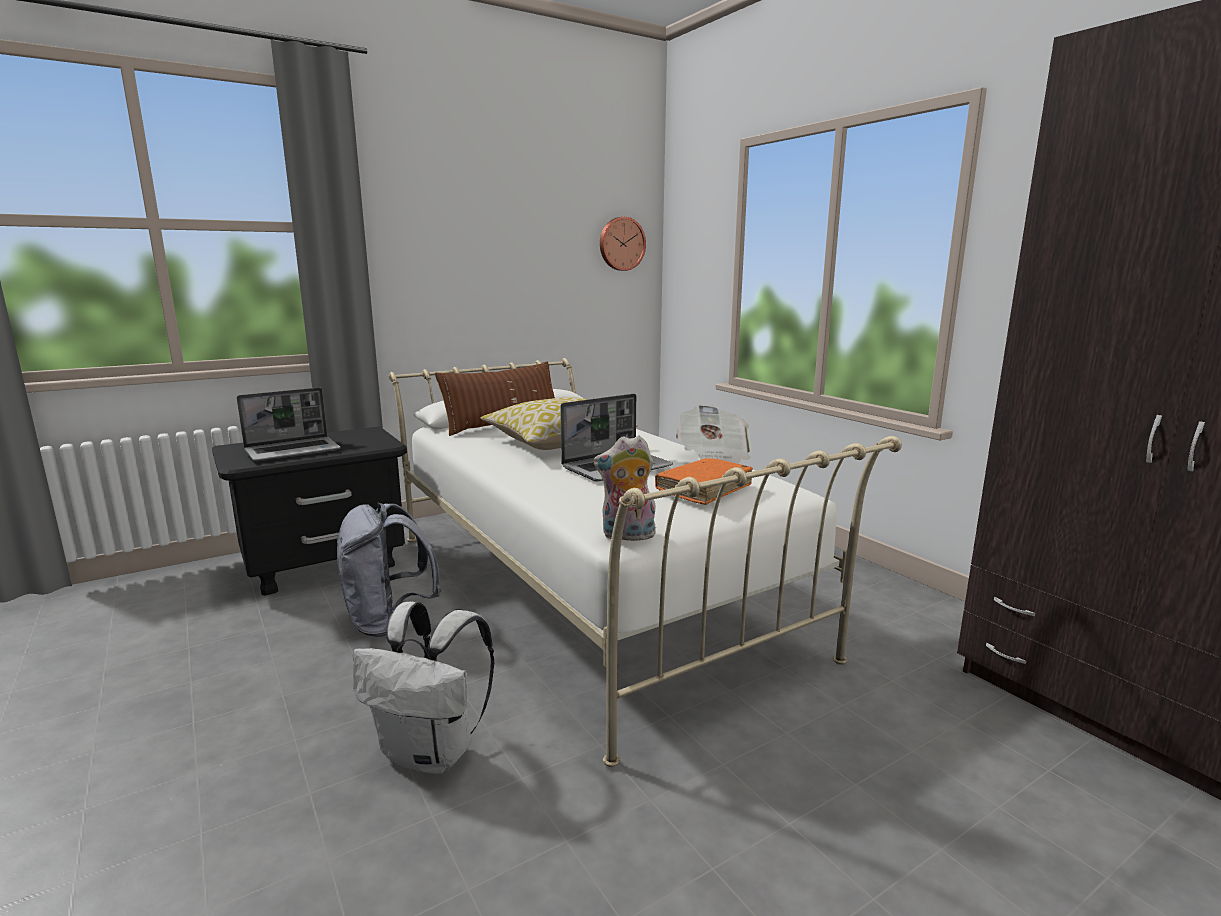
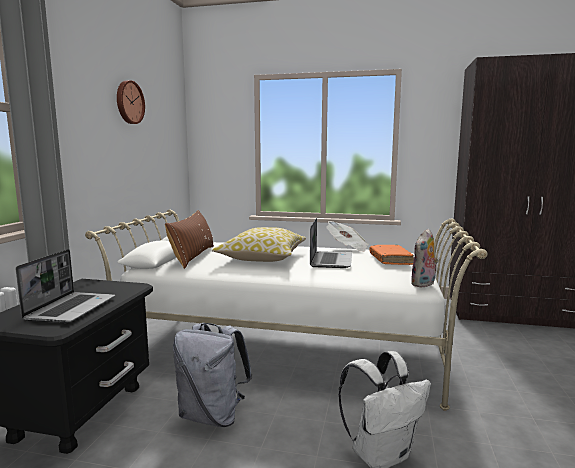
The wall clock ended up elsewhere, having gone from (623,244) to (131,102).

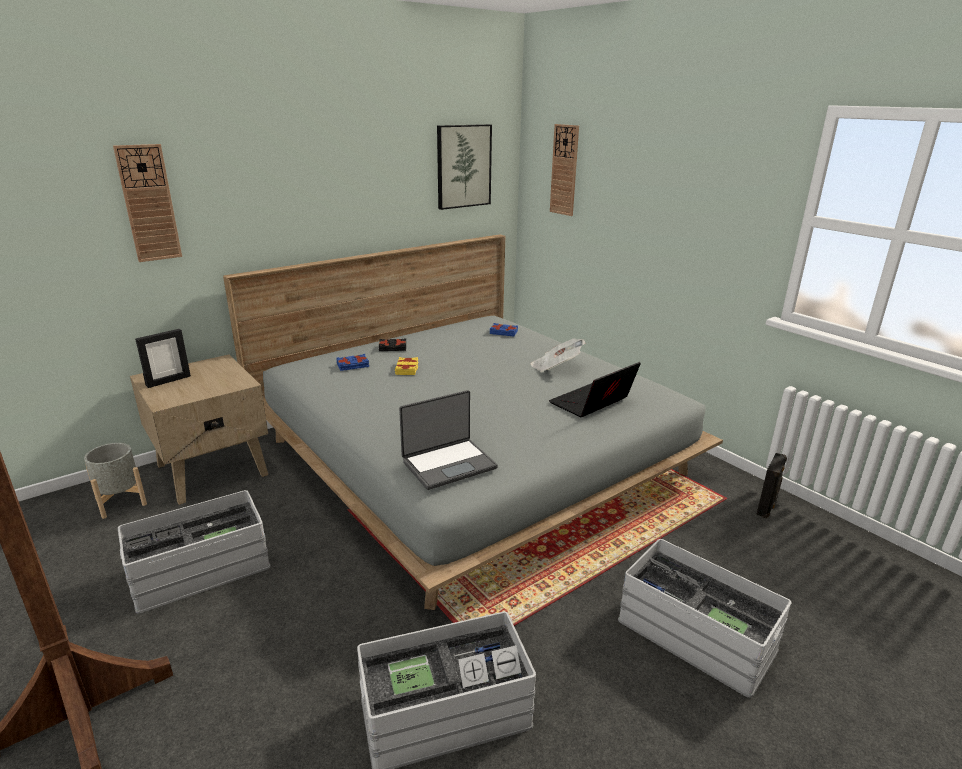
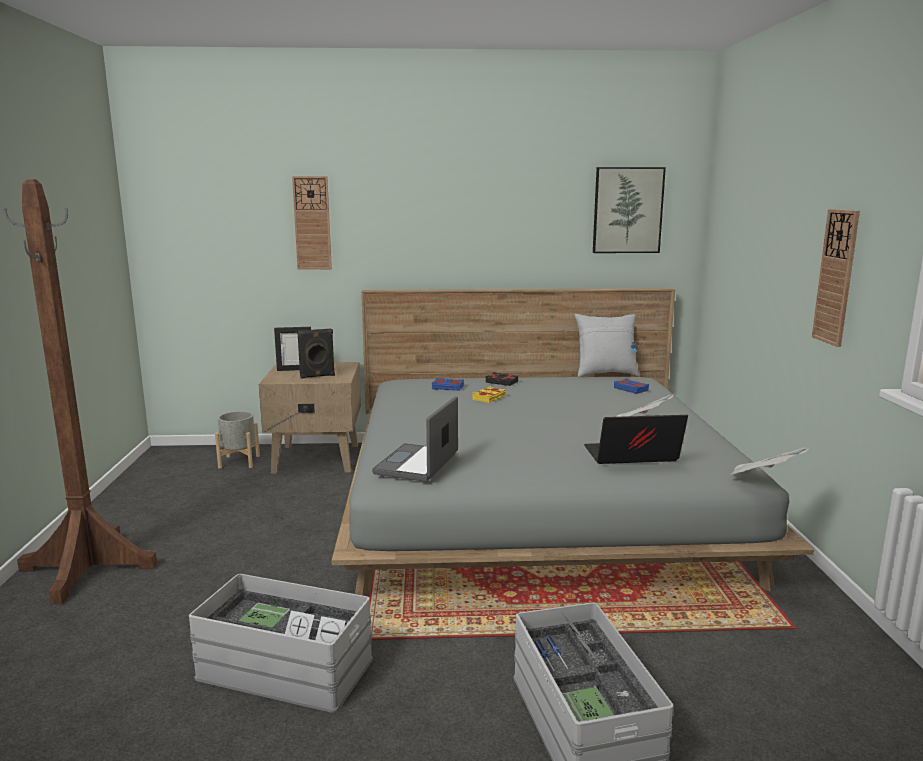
The black speaker ended up elsewhere, having gone from (771,485) to (316,354).
The laptop at (448,440) ended up facing another way, 105 degrees clockwise from before.
The second view gained the grey pillow at (607,345).
The second view gained the newspaper at (769,461).
The wall clock ended up elsewhere, having gone from (564,170) to (836,278).
The second view lost the grey storage box at (194,552).

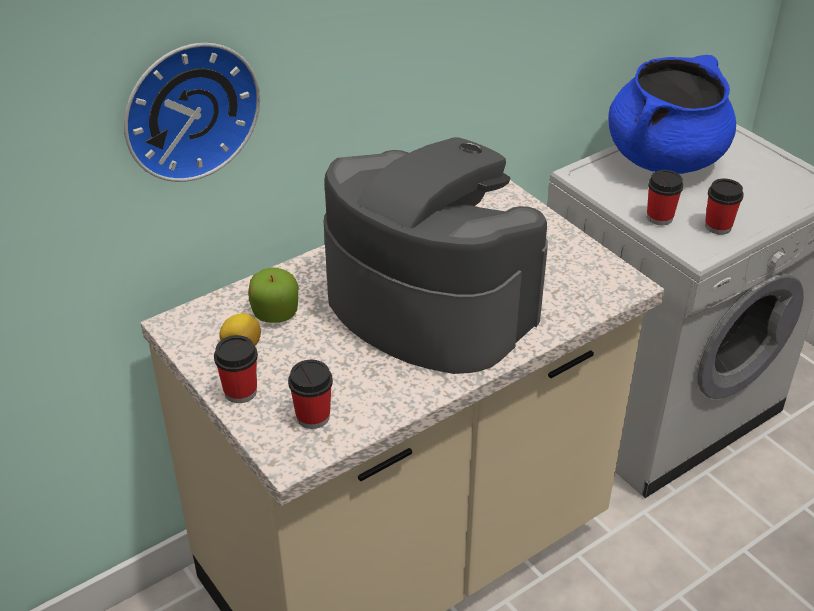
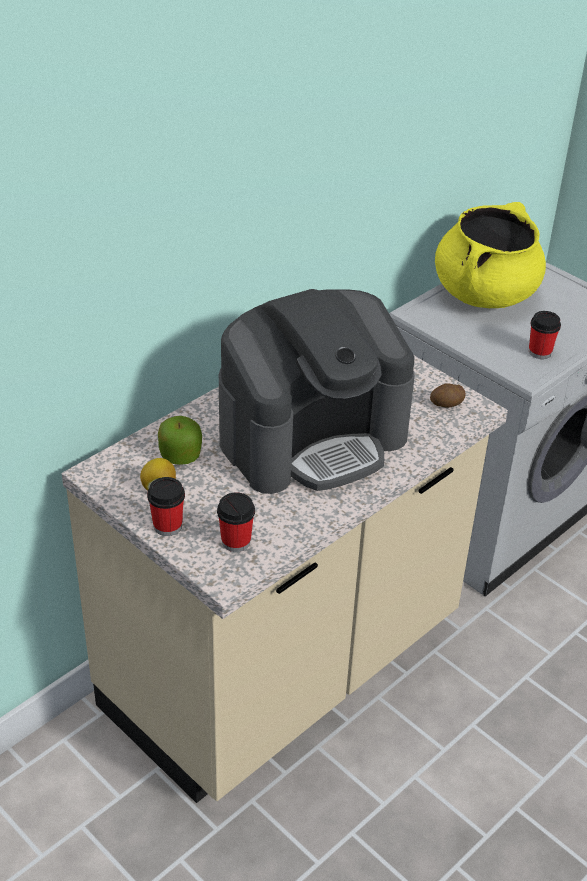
The coffee machine at (436,255) ended up facing another way, 120 degrees clockwise from before.
The second view gained the potato at (448,395).
What was the blue cooking pot at (672,114) turned into the yellow cooking pot at (490,255).
The second view lost the wall clock at (192,112).
The second view lost the cup at (665,197).

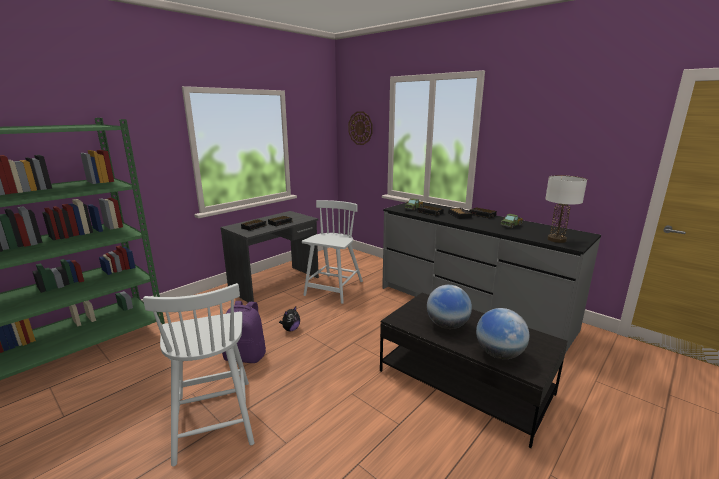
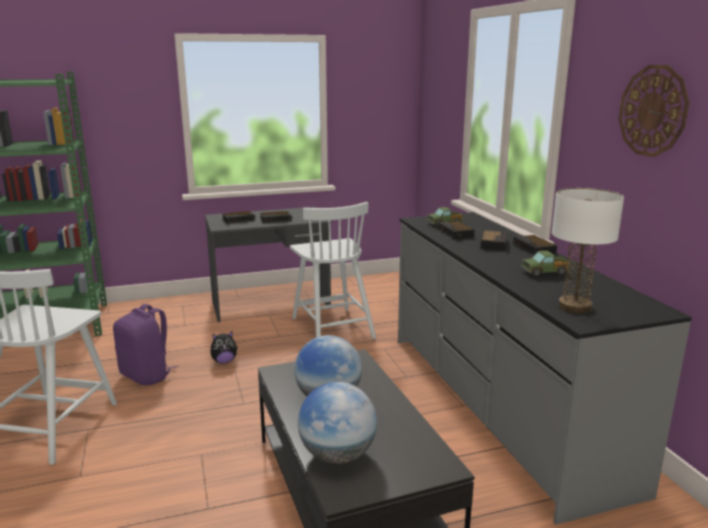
The white chair at (332,252) ended up facing another way, 105 degrees clockwise from before.
The wall clock ended up elsewhere, having gone from (360,128) to (653,111).

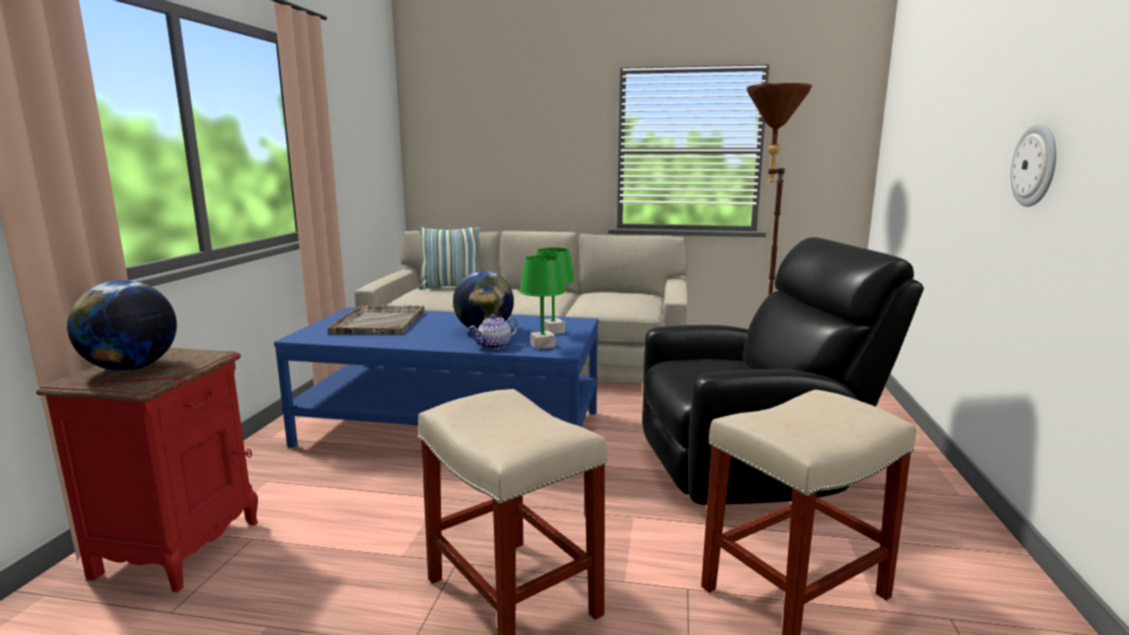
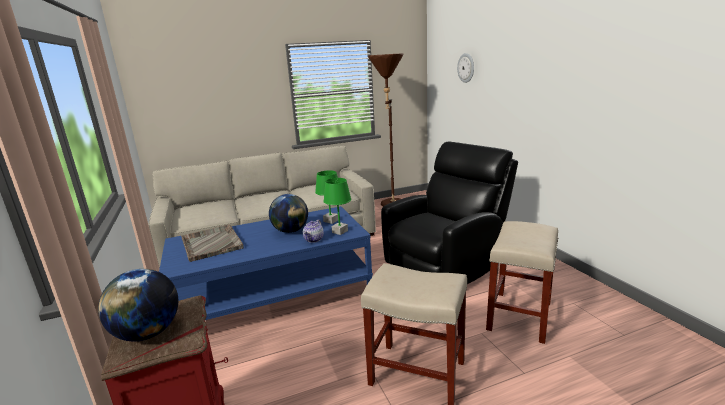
The wall clock ended up elsewhere, having gone from (1033,165) to (465,68).
The second view lost the pillow at (450,258).

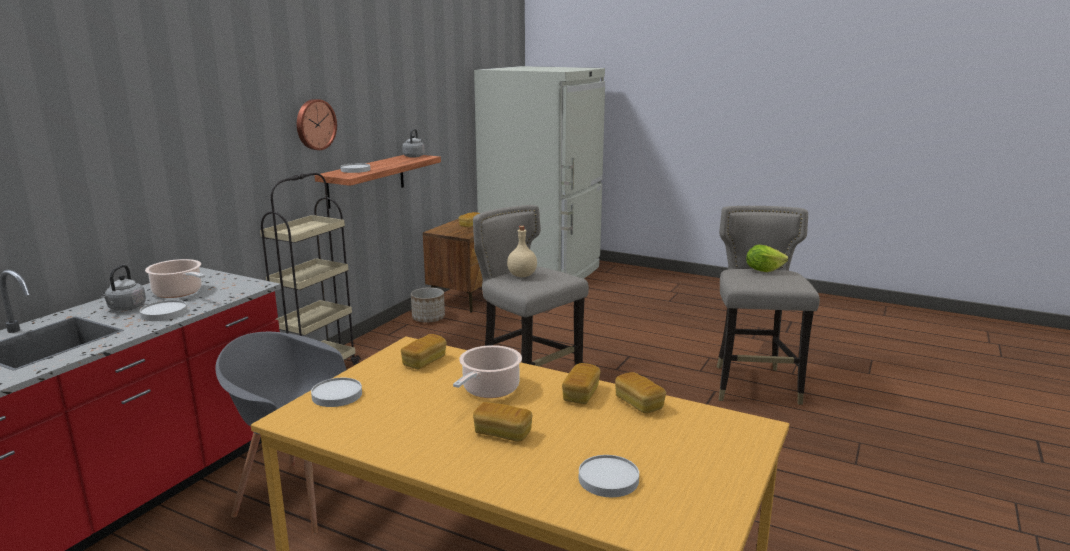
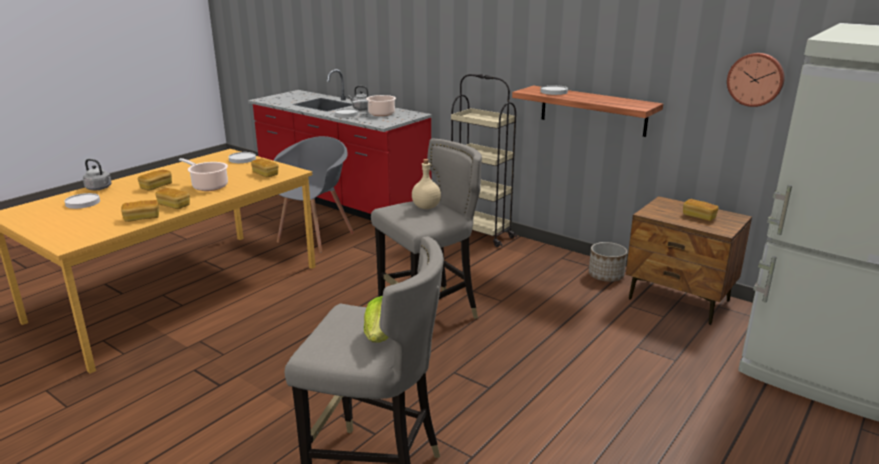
The grey kettle ended up elsewhere, having gone from (413,143) to (97,174).
The wall clock ended up elsewhere, having gone from (317,124) to (756,80).

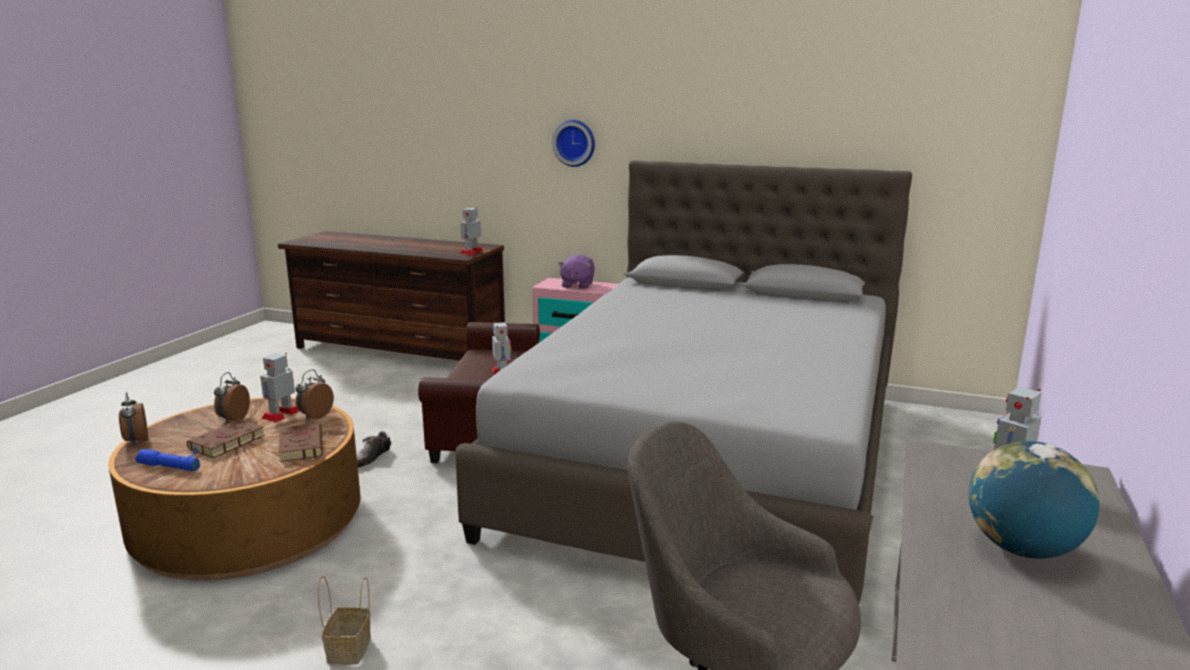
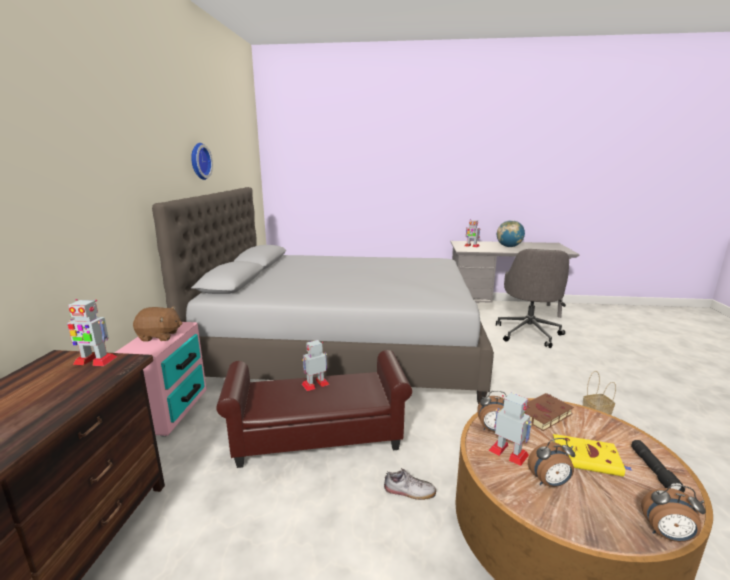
What was the purple plush toy at (576,272) turned into the brown plush toy at (157,324).
The wall clock ended up elsewhere, having gone from (573,143) to (202,161).
The toy robot at (279,387) ended up facing another way, 150 degrees counterclockwise from before.
What was the brown book at (226,438) turned into the yellow book at (592,455).
What was the blue flashlight at (167,460) turned into the black flashlight at (658,466).
The alarm clock at (133,419) ended up facing another way, 60 degrees clockwise from before.

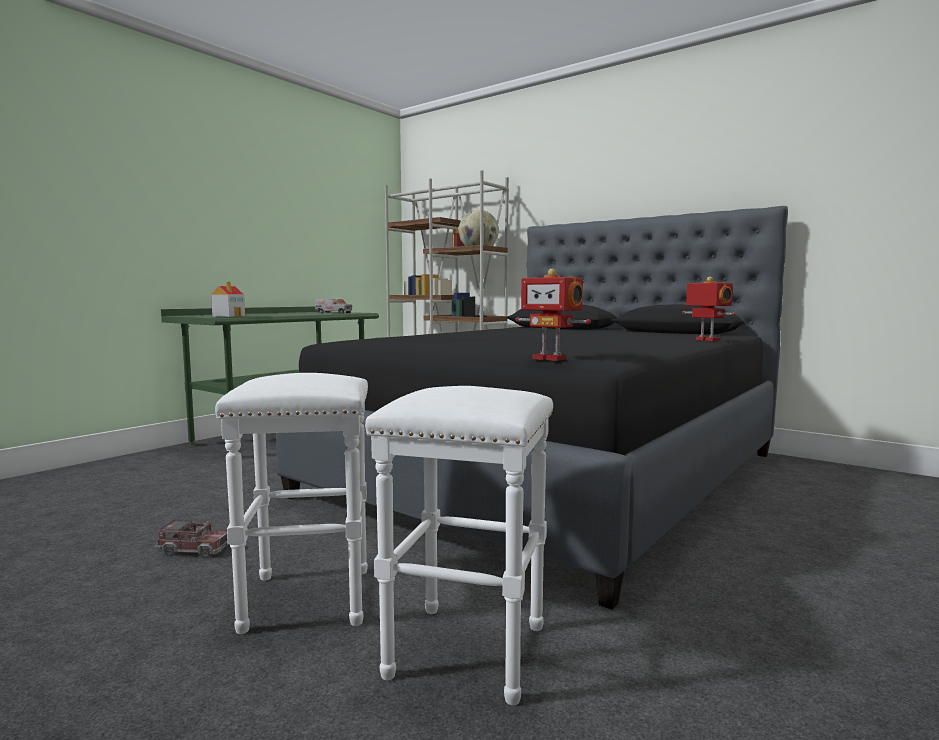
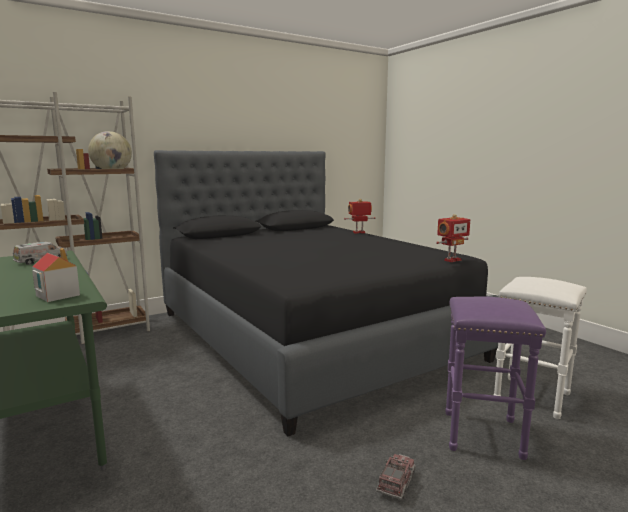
What was the white stool at (291,503) turned into the purple stool at (495,378).

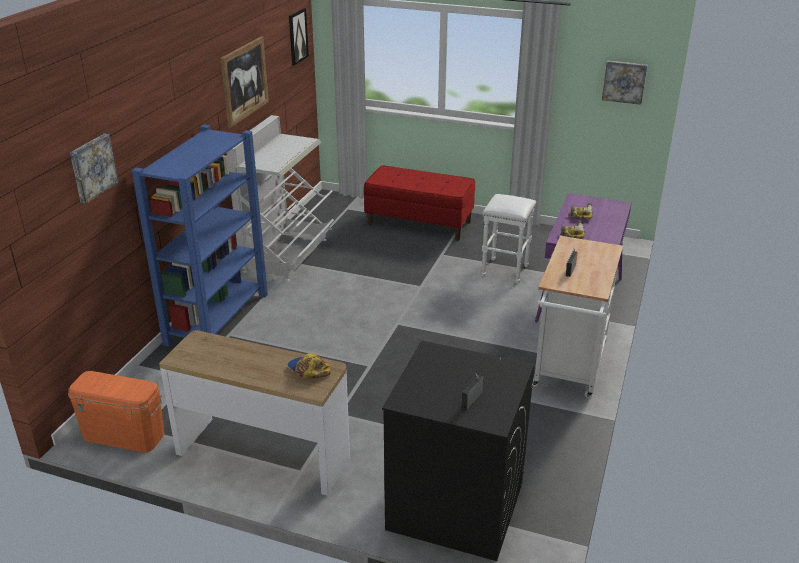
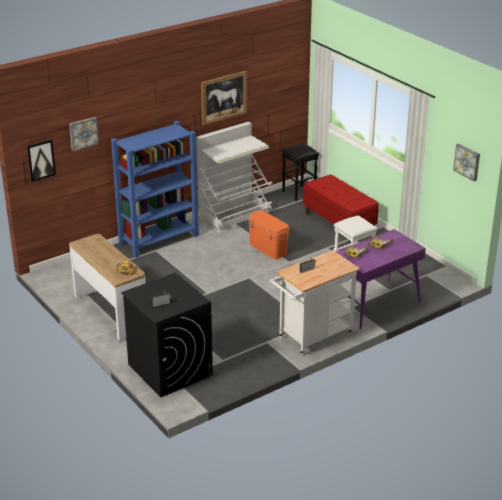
The picture ended up elsewhere, having gone from (299,36) to (41,161).
The orange storage box ended up elsewhere, having gone from (116,411) to (268,234).
The second view gained the black stool at (300,172).

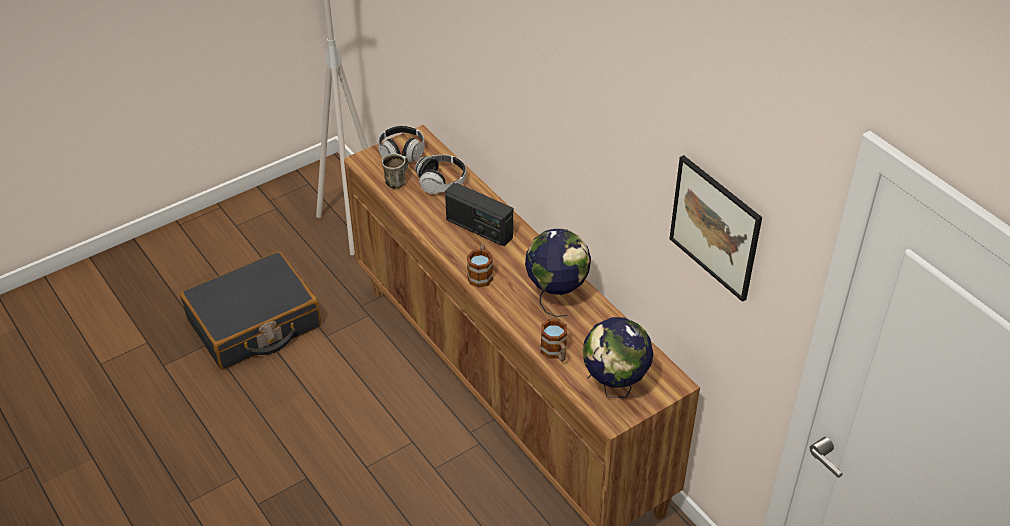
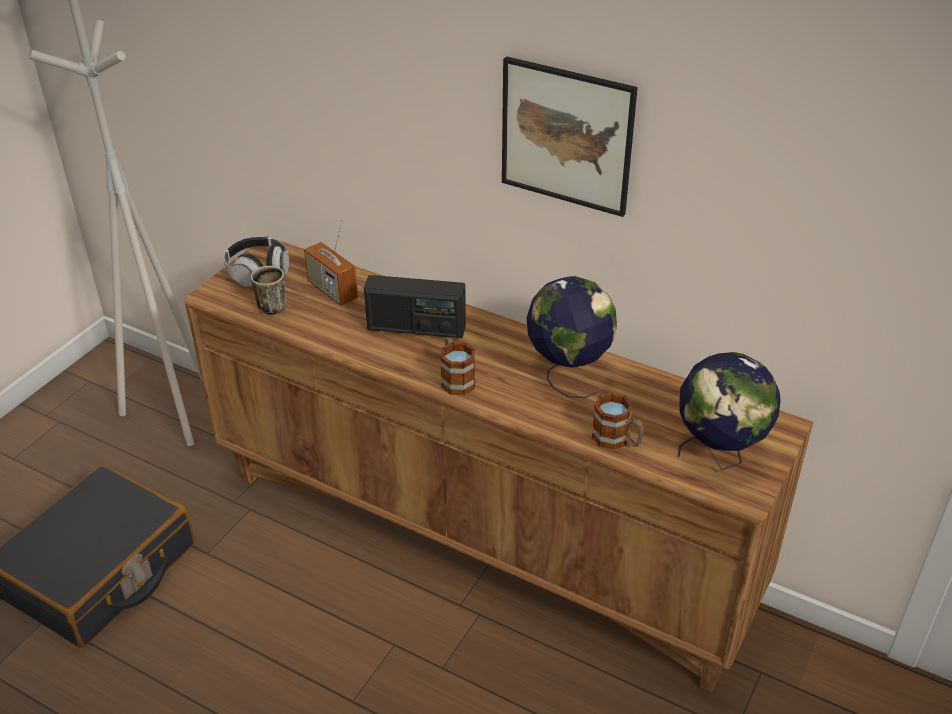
Where the headphones stood at (440,174), the radio came to stand at (331,262).
The picture ended up elsewhere, having gone from (715,228) to (570,136).

